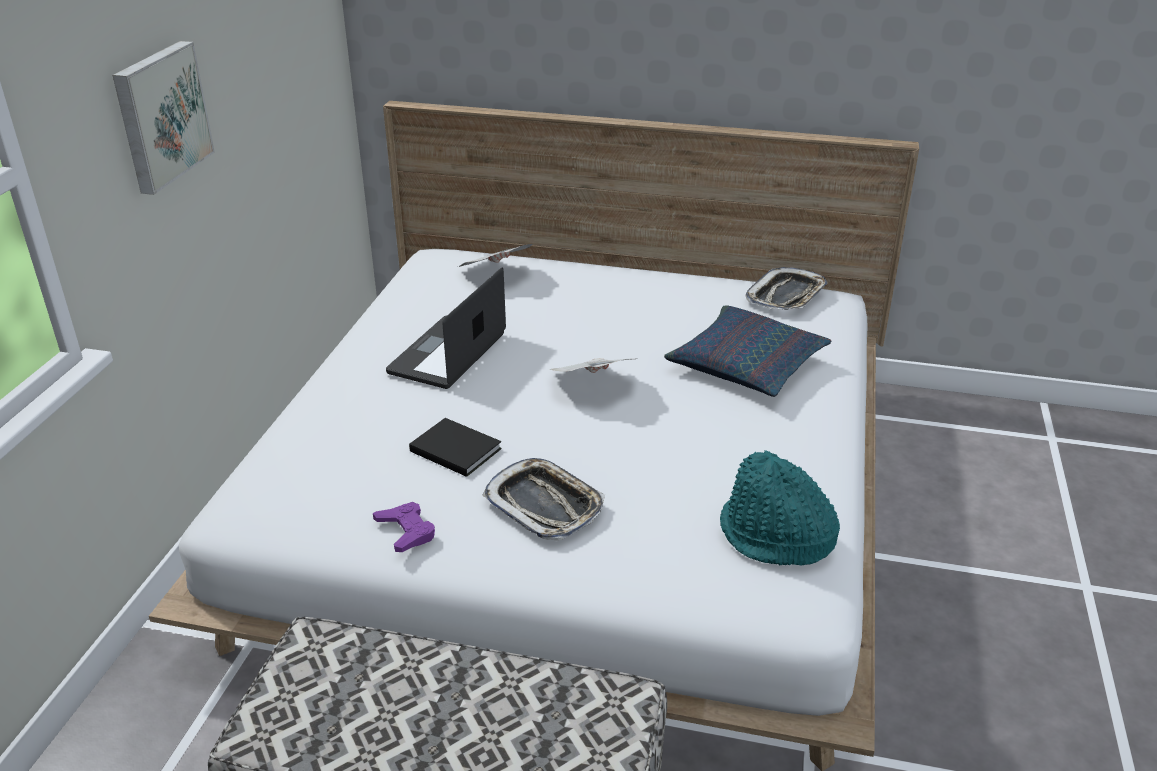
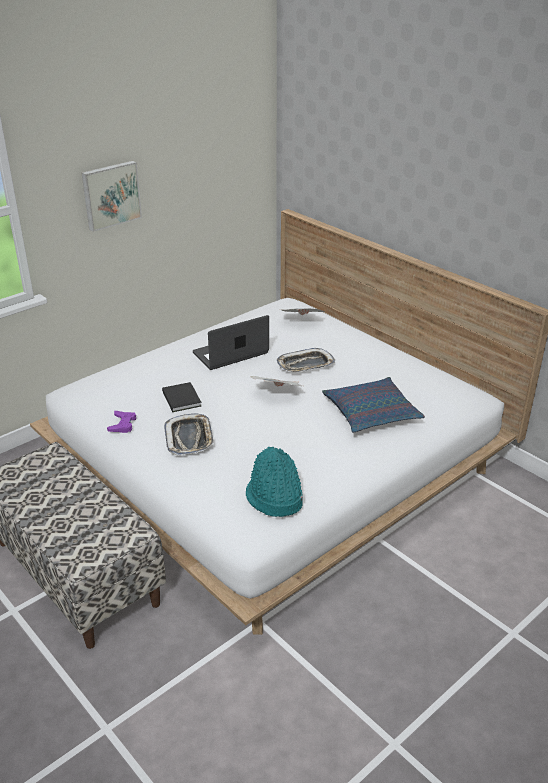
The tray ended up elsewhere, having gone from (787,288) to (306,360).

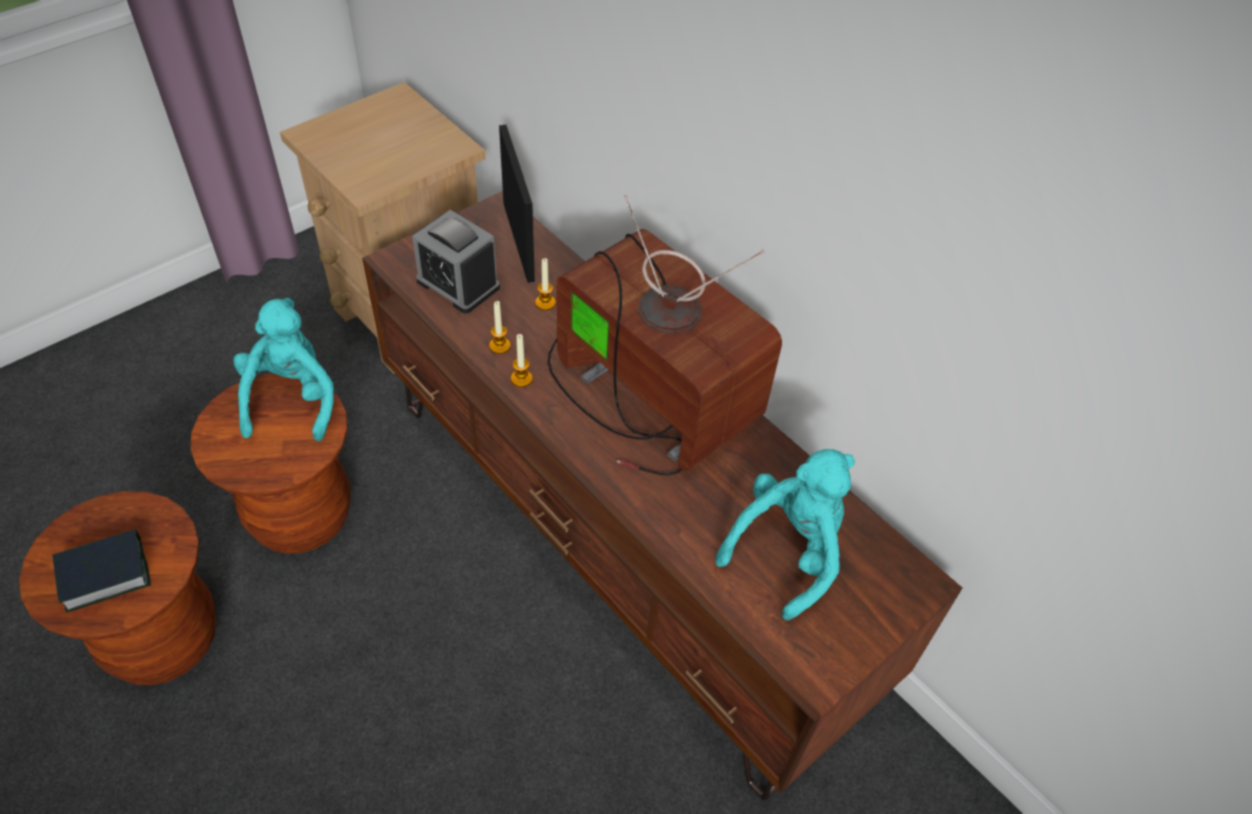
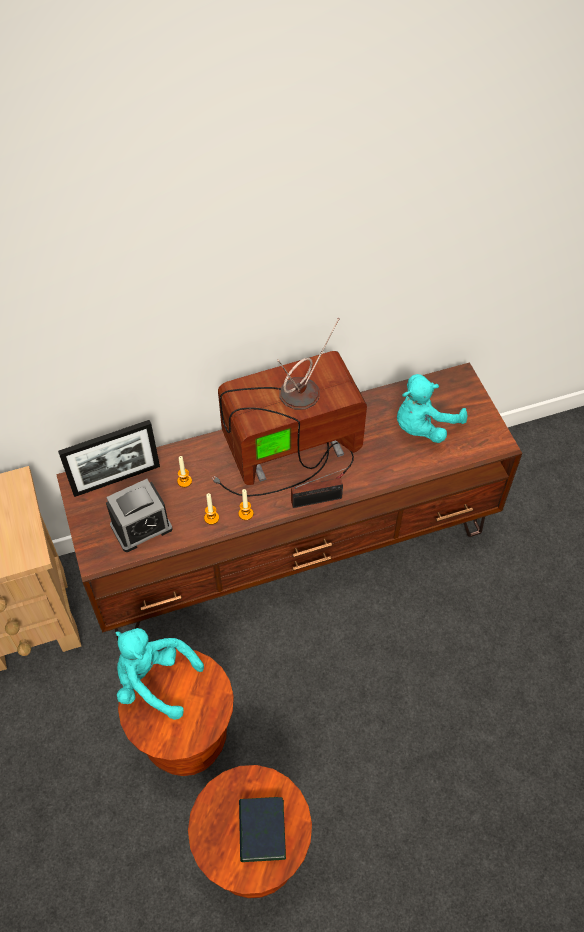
The picture frame at (517,204) ended up facing another way, 150 degrees clockwise from before.
The second view gained the radio at (320,487).
The turquoise plush toy at (785,534) ended up facing another way, 105 degrees counterclockwise from before.

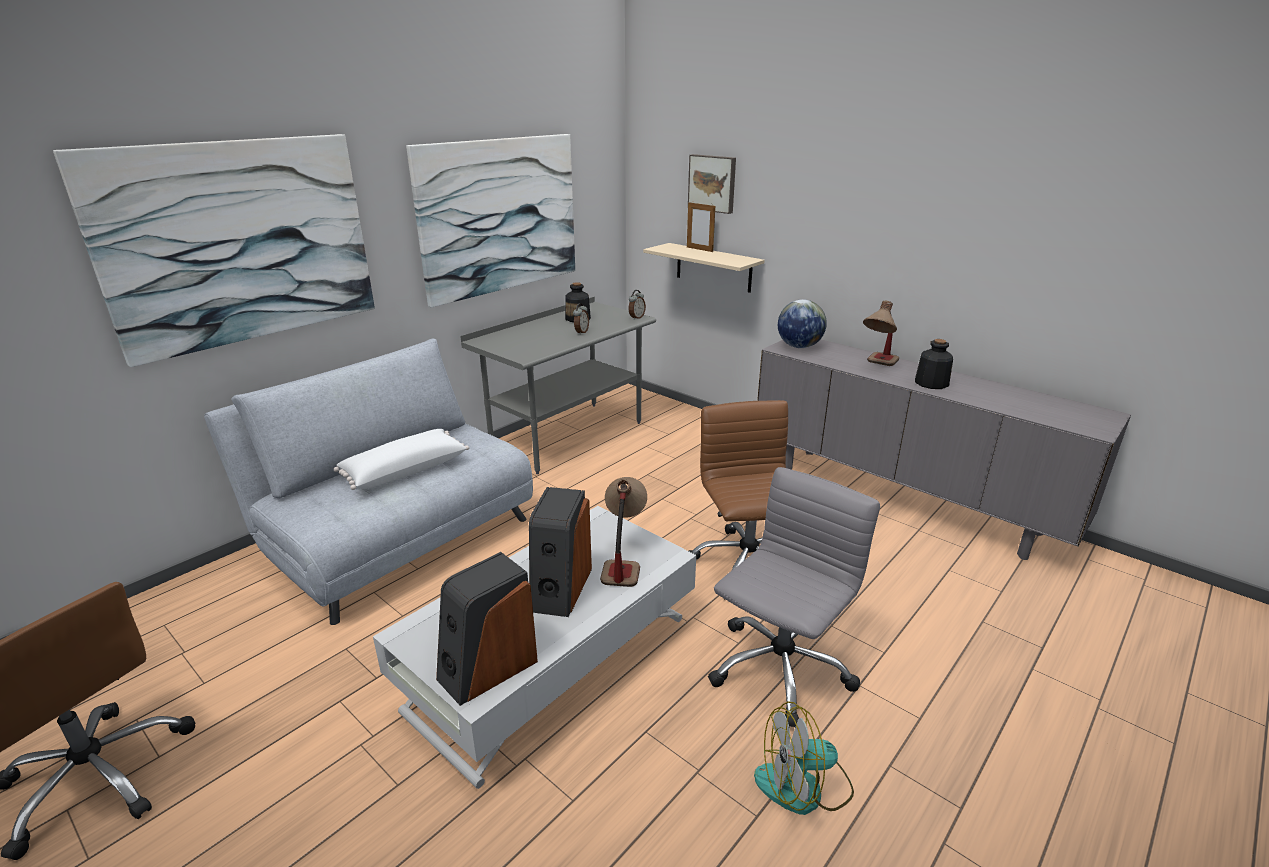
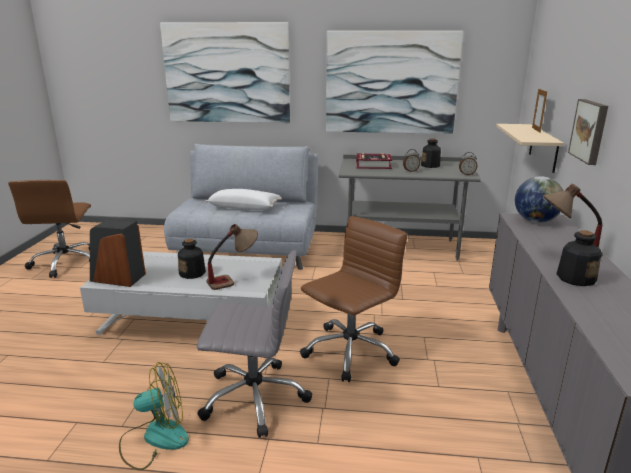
The fan at (804,758) ended up facing another way, 120 degrees clockwise from before.
Where the speaker stood at (560,552), the bottle came to stand at (192,259).
The second view gained the book at (374,161).
The picture ended up elsewhere, having gone from (712,184) to (588,132).

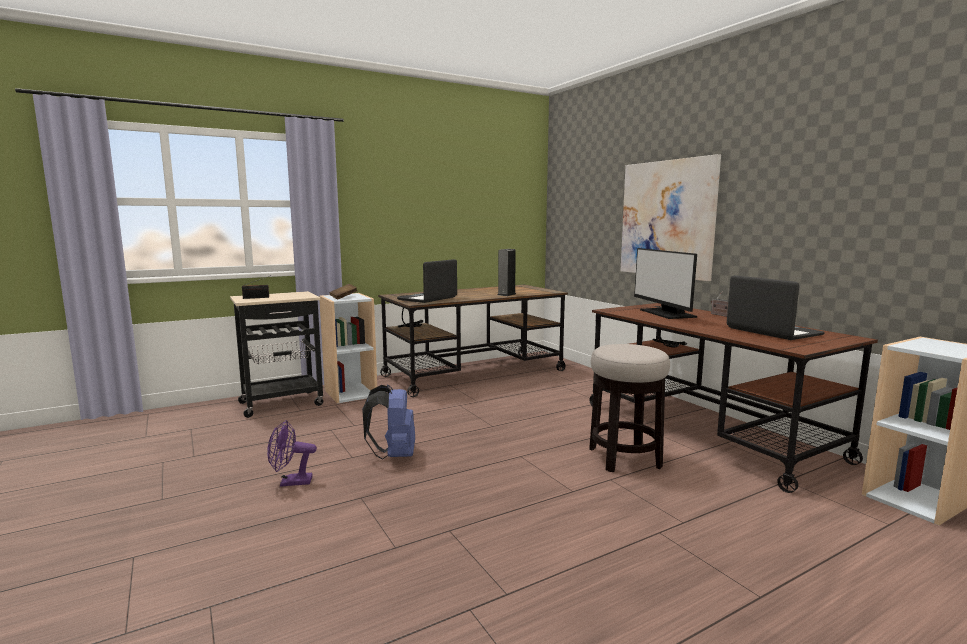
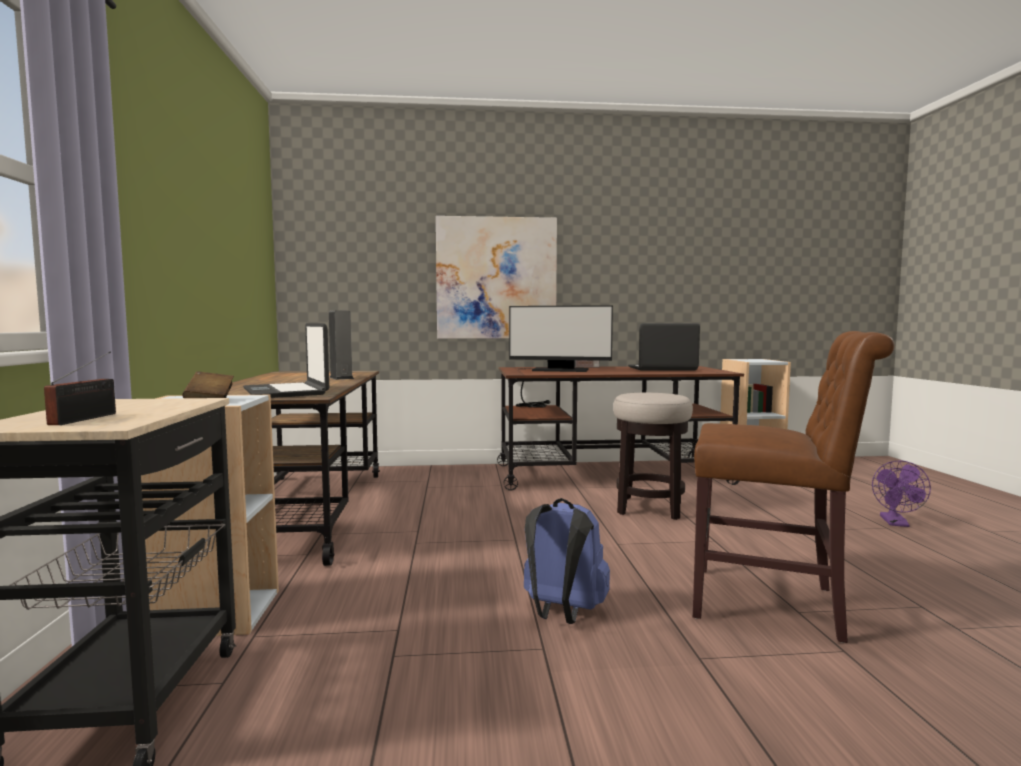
The second view gained the brown chair at (794,487).
The purple fan ended up elsewhere, having gone from (292,453) to (901,493).

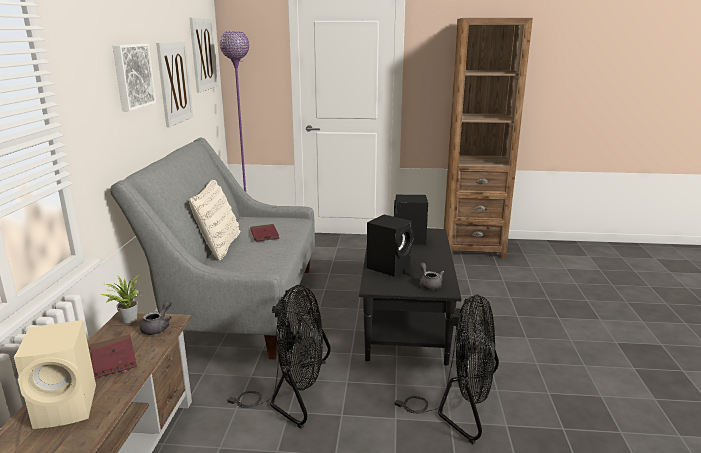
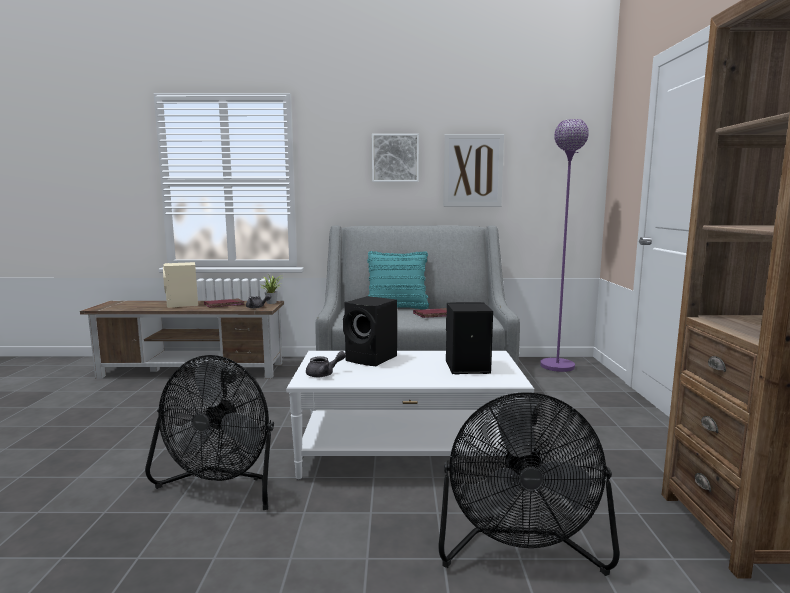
What was the black coffee table at (410,297) turned into the white coffee table at (410,415).
What was the beige pillow at (214,220) turned into the turquoise pillow at (398,280).
The black fan ended up elsewhere, having gone from (279,357) to (529,484).
The second view lost the picture at (204,54).

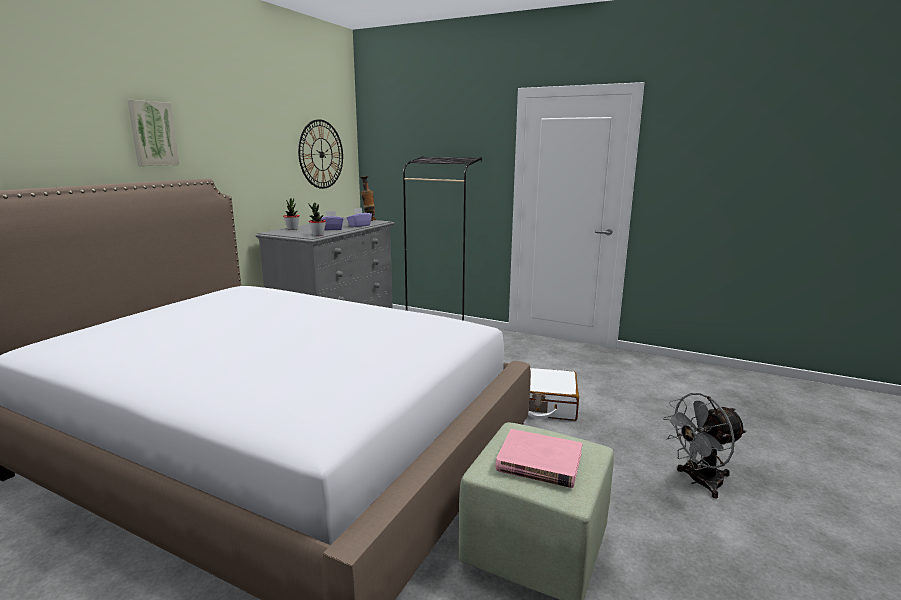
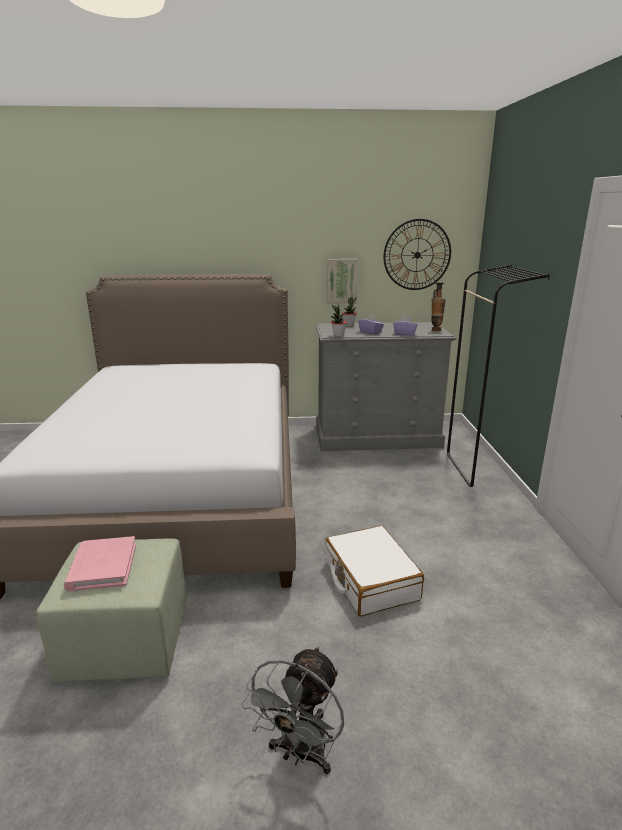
The grey fan at (704,445) ended up facing another way, 105 degrees counterclockwise from before.
The picture ended up elsewhere, having gone from (153,133) to (342,281).

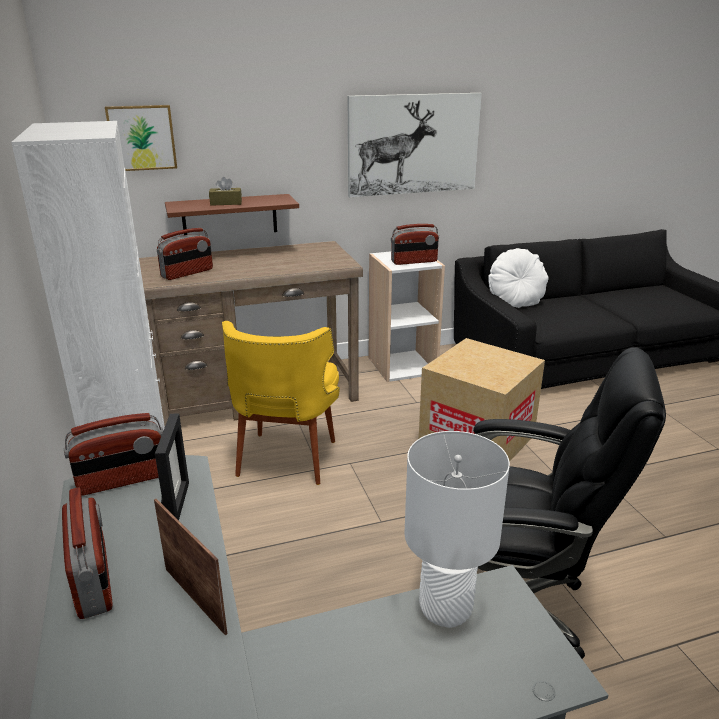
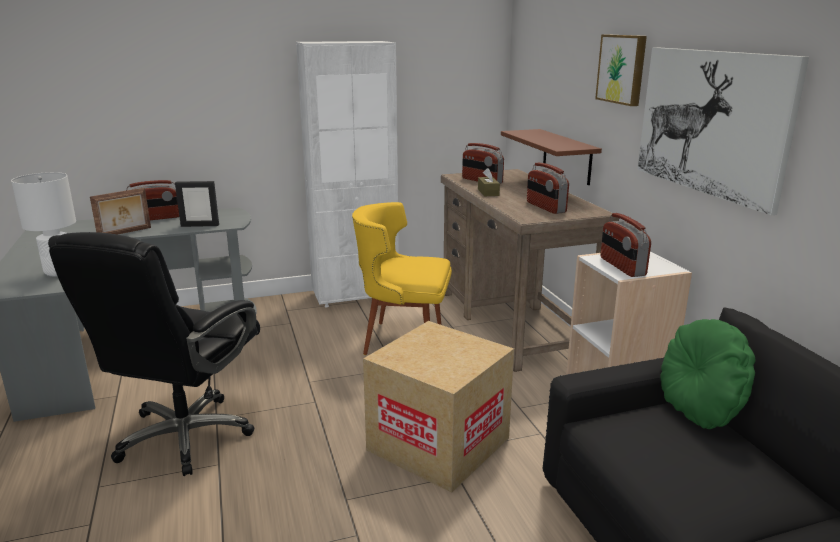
The brown tissue box ended up elsewhere, having gone from (225,191) to (489,182).
The radio ended up elsewhere, having gone from (113,454) to (548,188).
The picture ended up elsewhere, having gone from (141,138) to (621,70).
What was the white pillow at (518,278) turned into the green pillow at (707,374).

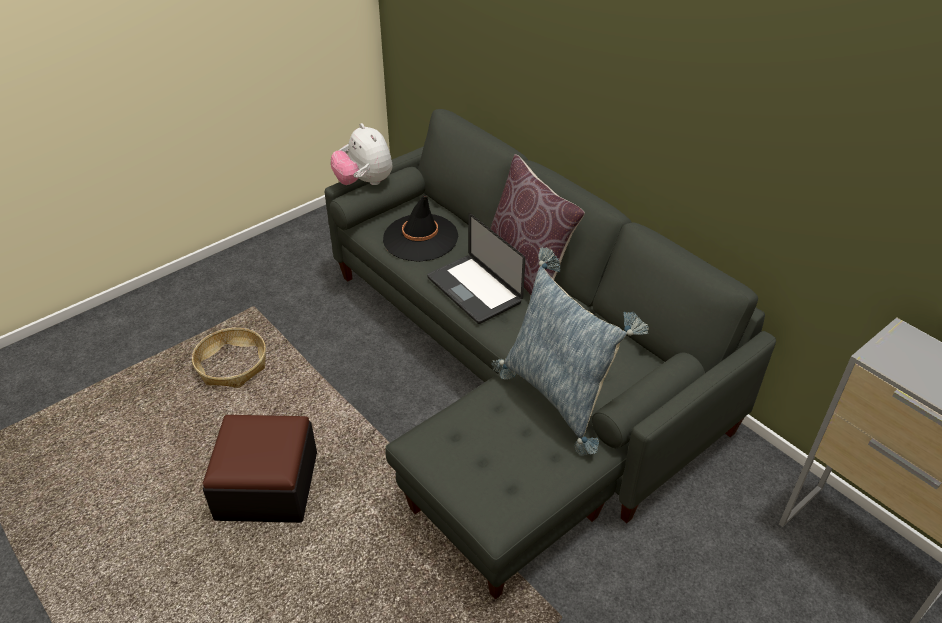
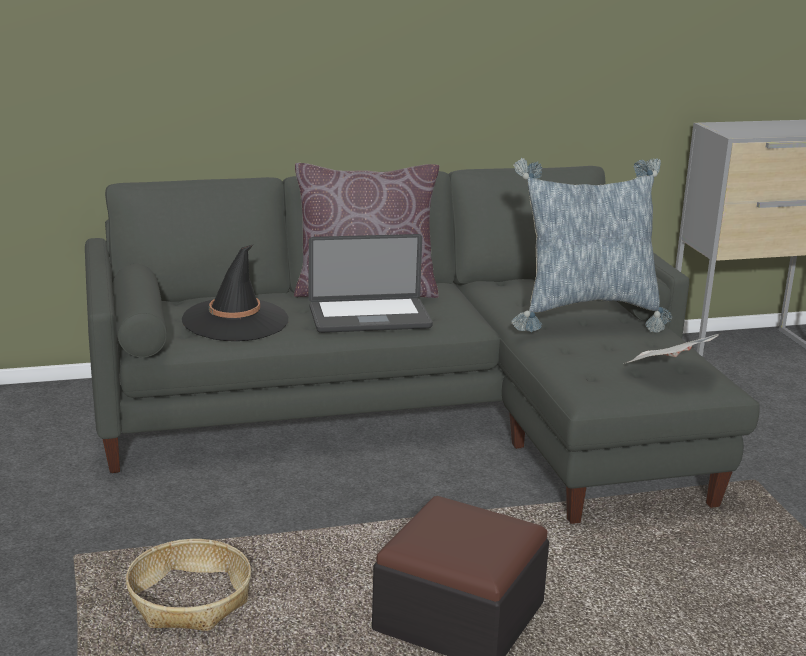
The second view gained the newspaper at (672,348).
The second view lost the plush toy at (362,154).

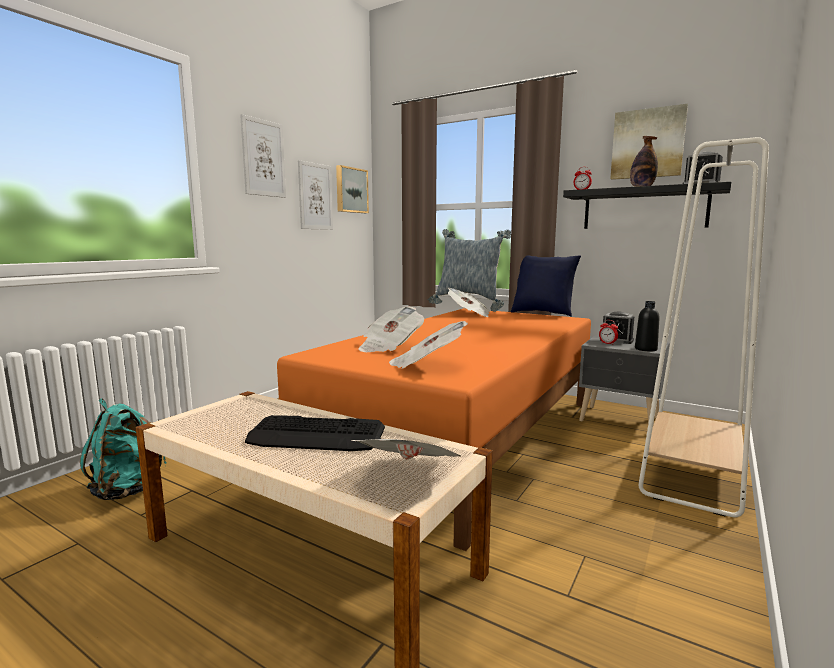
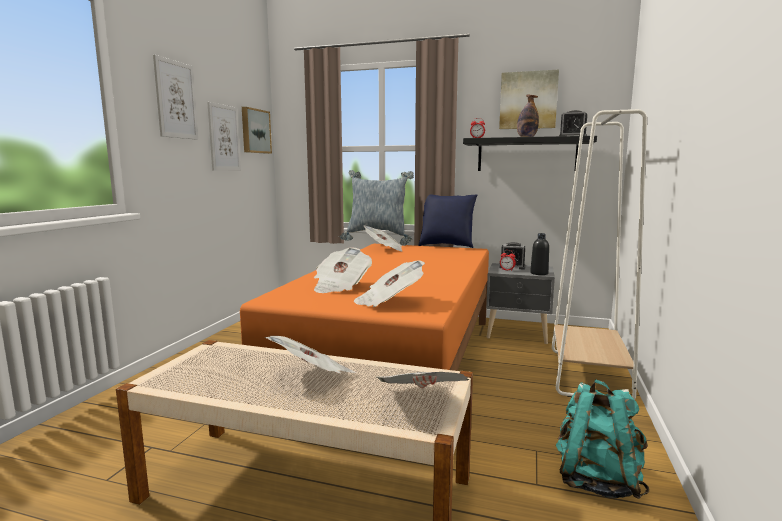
Where the keyboard stood at (315,433), the newspaper came to stand at (311,355).
The turquoise backpack ended up elsewhere, having gone from (123,449) to (602,439).

